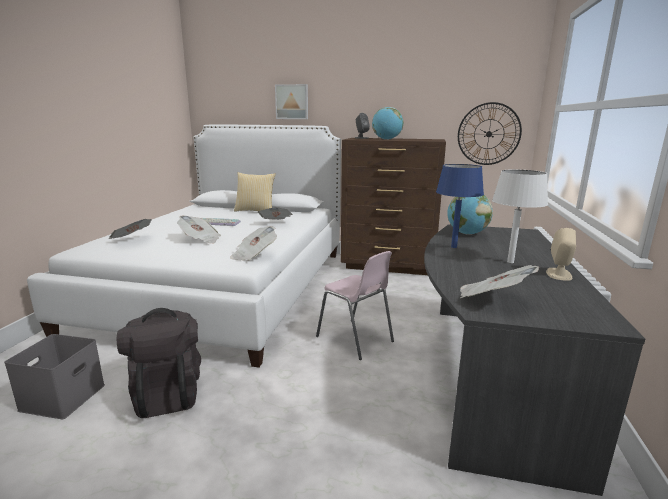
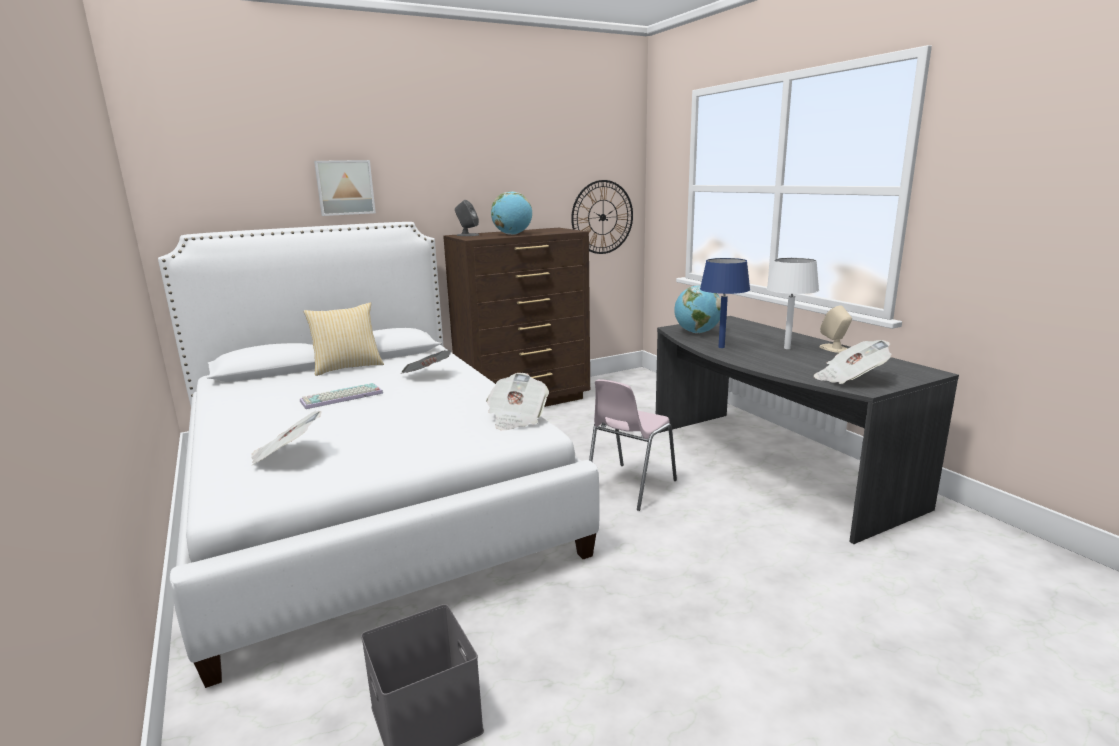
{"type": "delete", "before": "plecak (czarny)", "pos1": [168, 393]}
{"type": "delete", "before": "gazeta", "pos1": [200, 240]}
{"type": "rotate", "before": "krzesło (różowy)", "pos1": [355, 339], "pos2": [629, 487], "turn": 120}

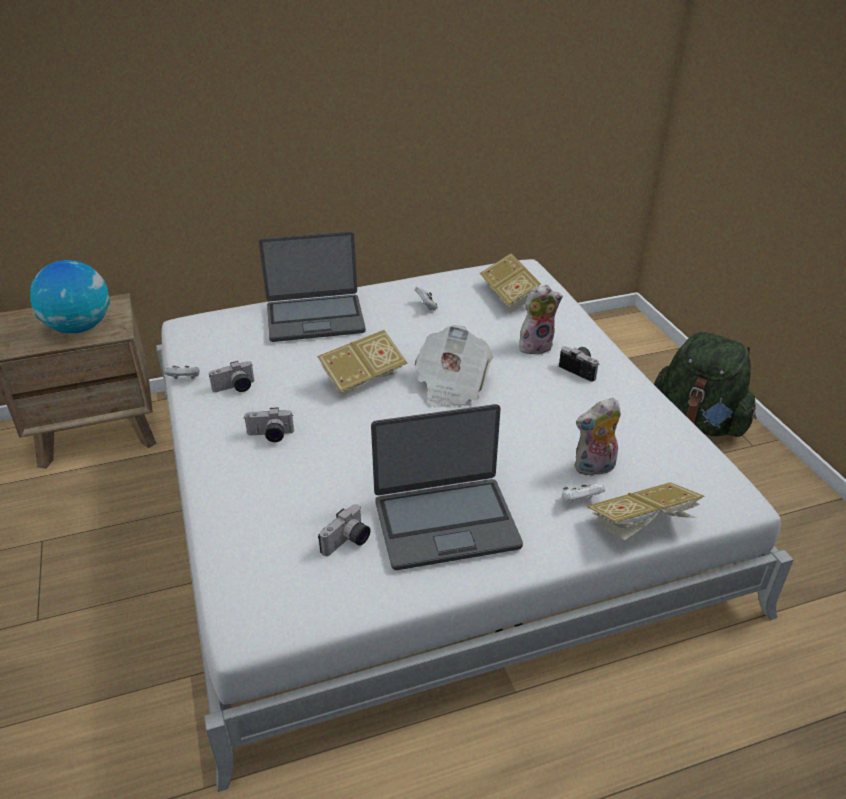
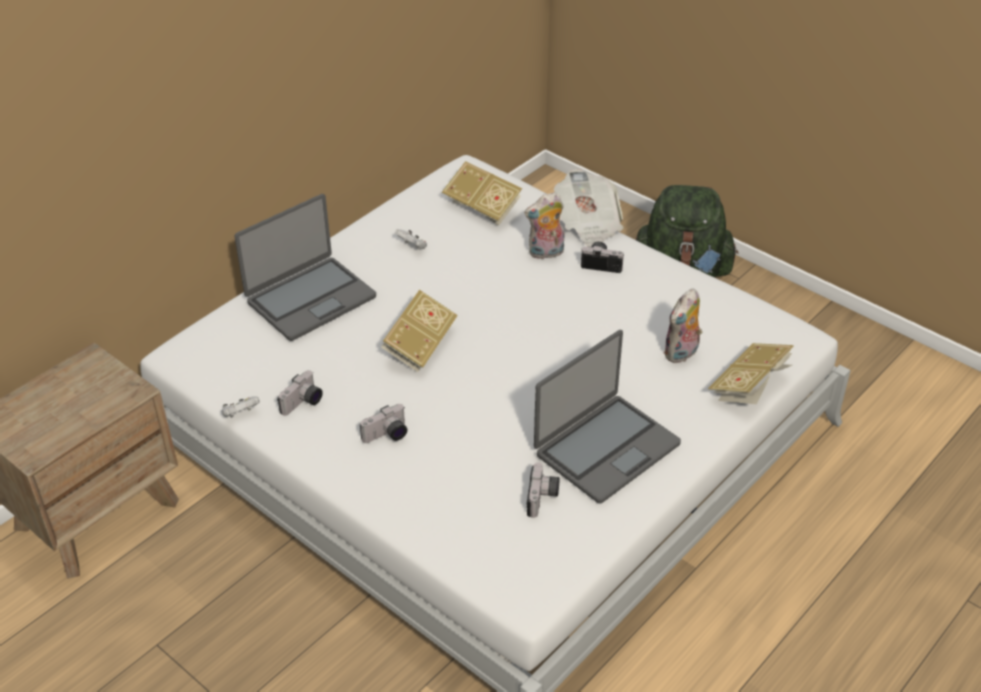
{"type": "delete", "before": "globus", "pos1": [79, 328]}
{"type": "move", "before": "gazeta", "pos1": [451, 385], "pos2": [587, 225]}
{"type": "rotate", "before": "pluszak", "pos1": [535, 345], "pos2": [546, 253], "turn": -150}
{"type": "delete", "before": "pad do gier (biały)", "pos1": [579, 501]}

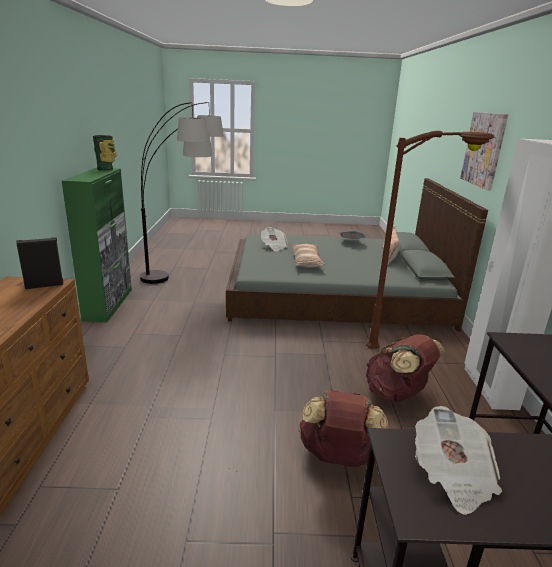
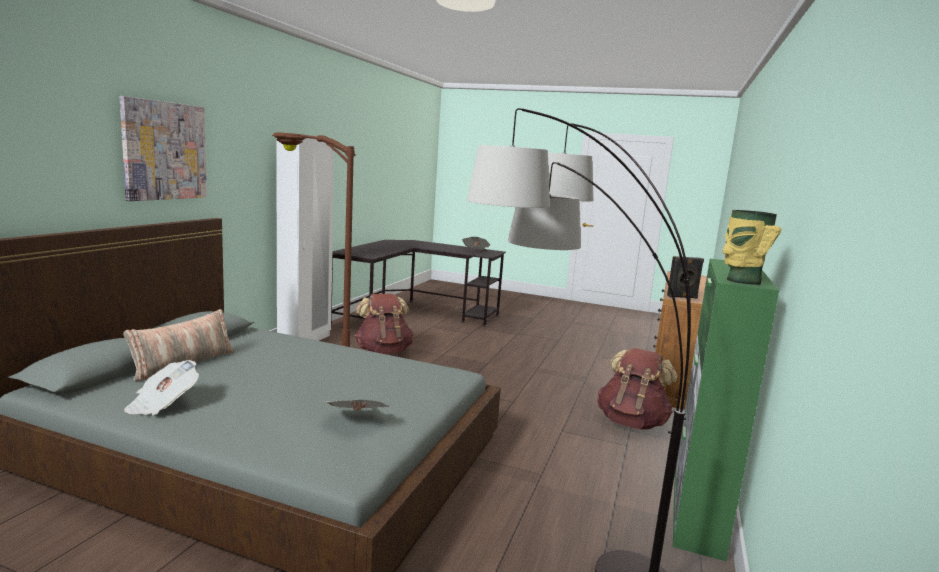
{"type": "delete", "before": "poduszka", "pos1": [306, 261]}
{"type": "move", "before": "plecak (brązowy)", "pos1": [339, 457], "pos2": [632, 422]}

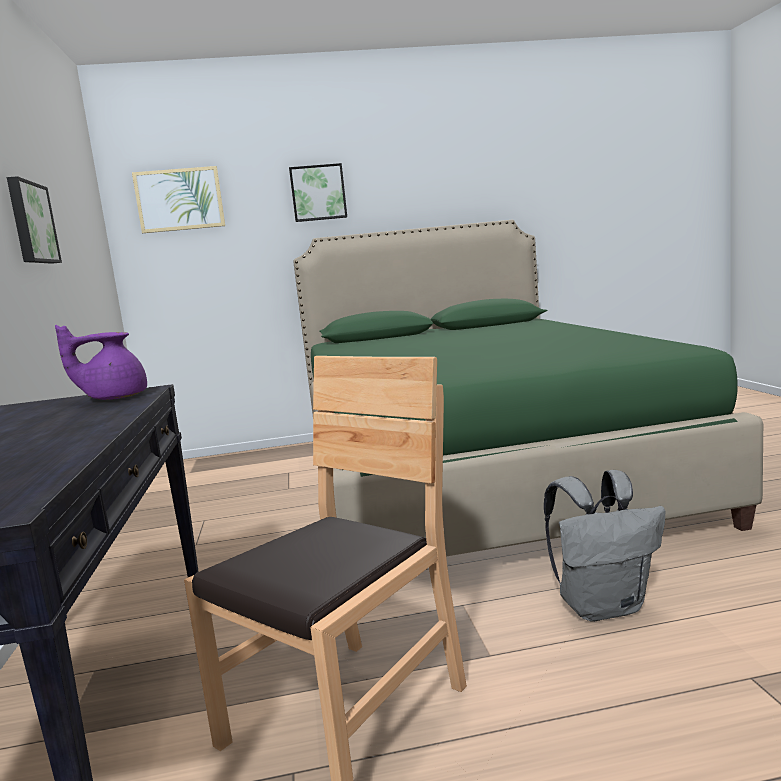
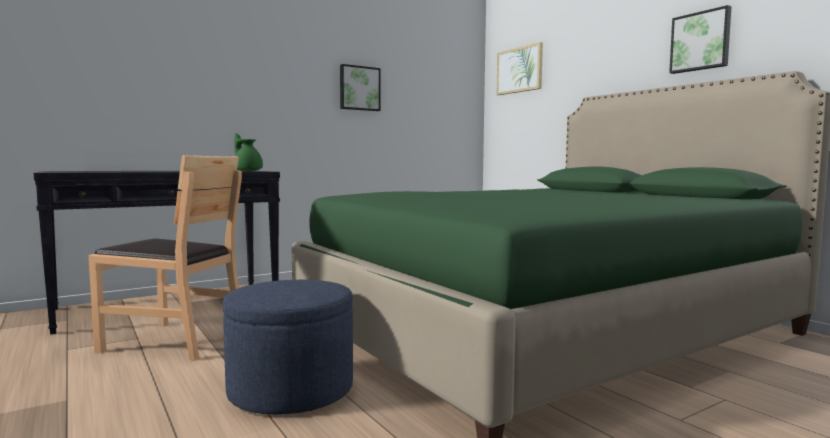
{"type": "recolor", "before": "imbryk (fioletowy)", "after": "imbryk (zielony)", "pos1": [114, 398], "pos2": [247, 171]}
{"type": "move", "before": "obraz", "pos1": [318, 193], "pos2": [700, 41]}
{"type": "replace", "before": "plecak (szary)", "after": "pufa (niebieski)", "pos1": [603, 606], "pos2": [291, 390]}

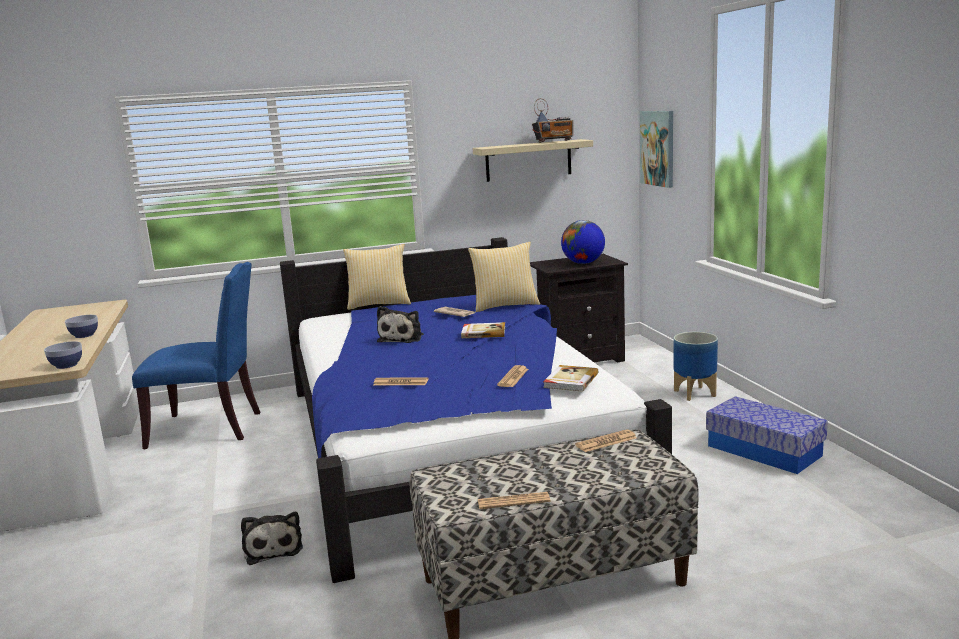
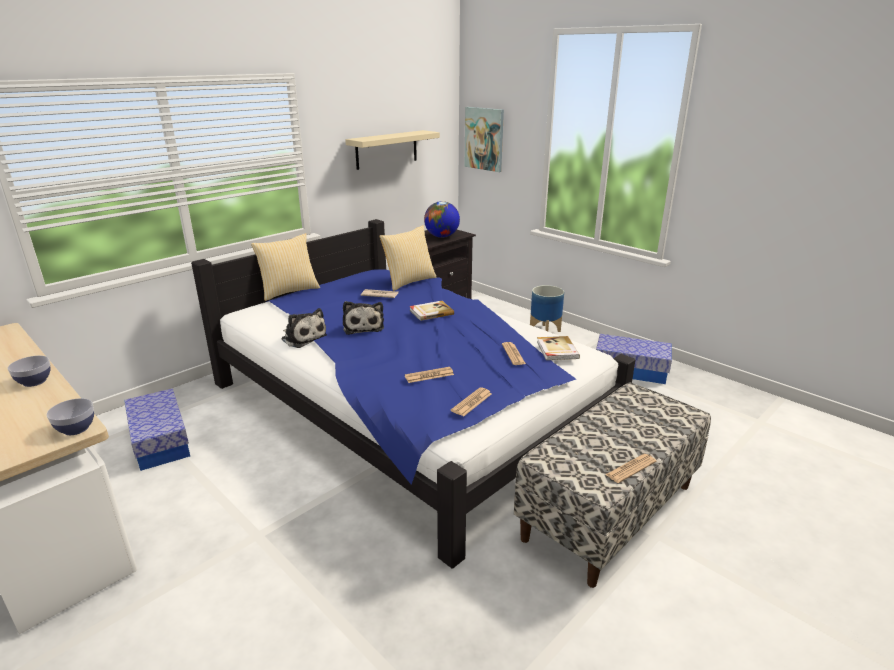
{"type": "replace", "before": "krzesło (niebieski)", "after": "pojemnik do przechowywania", "pos1": [211, 428], "pos2": [160, 441]}
{"type": "move", "before": "pluszak", "pos1": [273, 548], "pos2": [303, 337]}
{"type": "delete", "before": "radio", "pos1": [554, 141]}
{"type": "move", "before": "gazeta", "pos1": [606, 442], "pos2": [471, 402]}

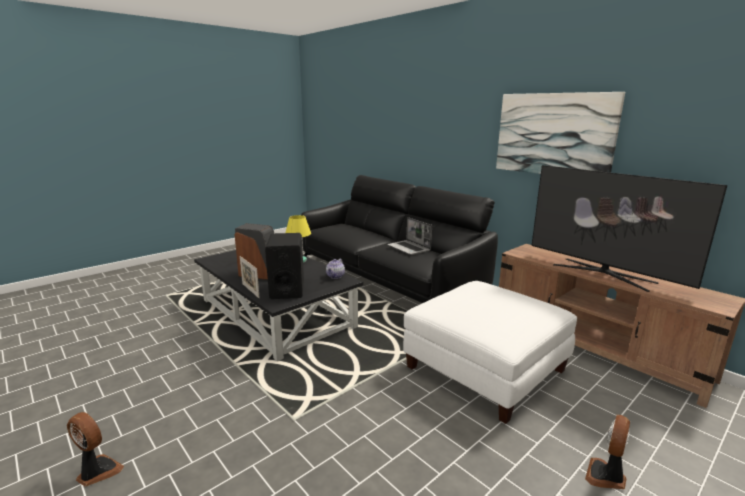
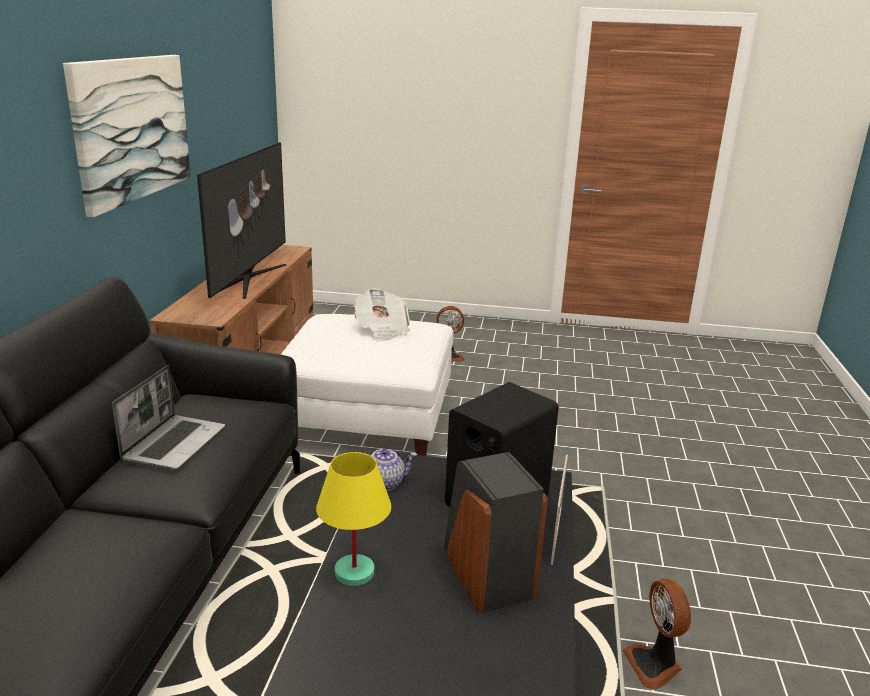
{"type": "move", "before": "wentylator", "pos1": [97, 472], "pos2": [654, 665]}
{"type": "insert", "after": "gazeta", "pos2": [382, 329]}

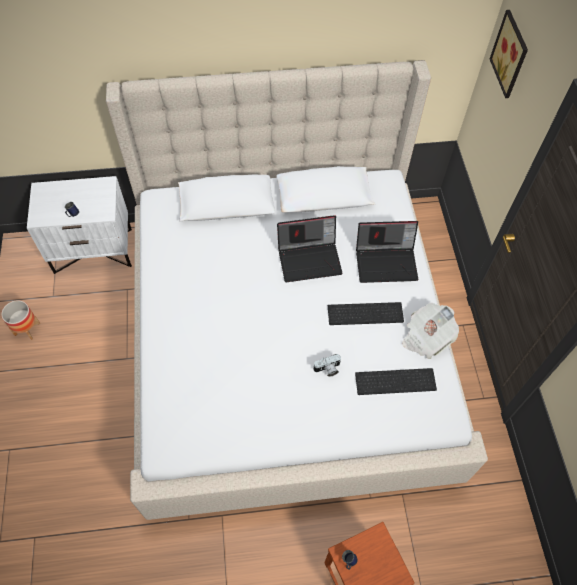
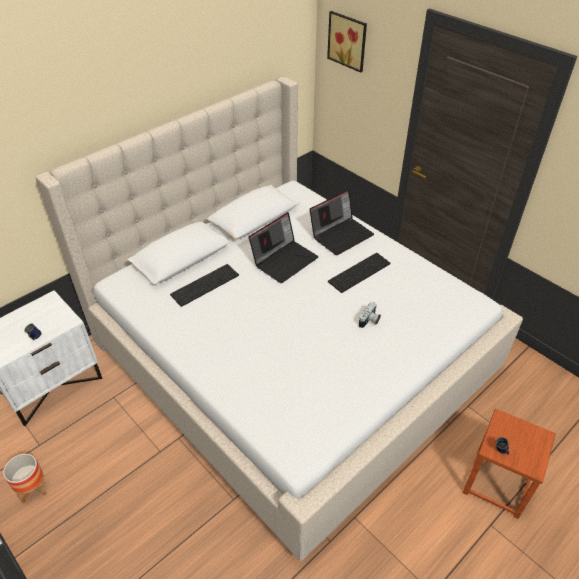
{"type": "move", "before": "klawiatura", "pos1": [396, 380], "pos2": [205, 284]}
{"type": "delete", "before": "gazeta", "pos1": [426, 337]}

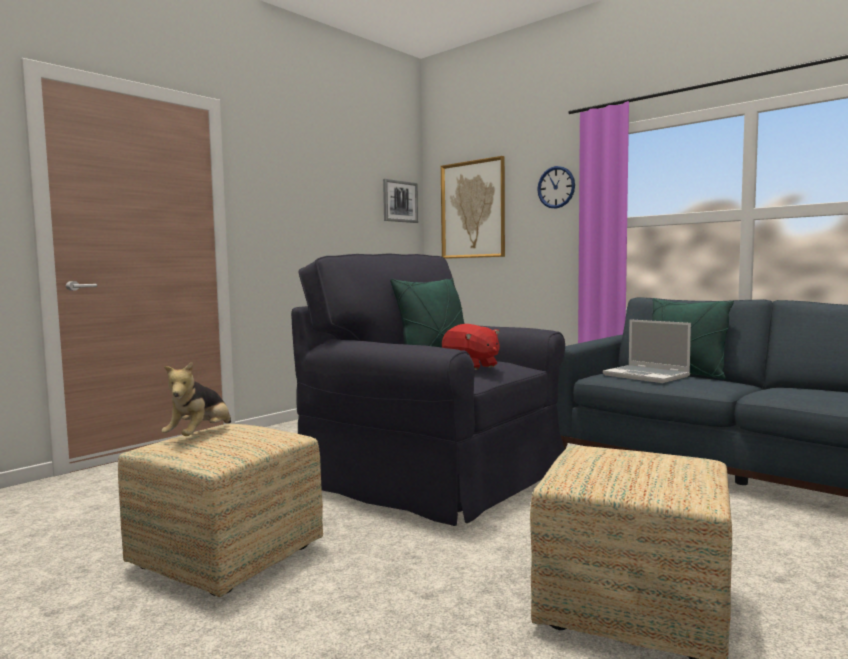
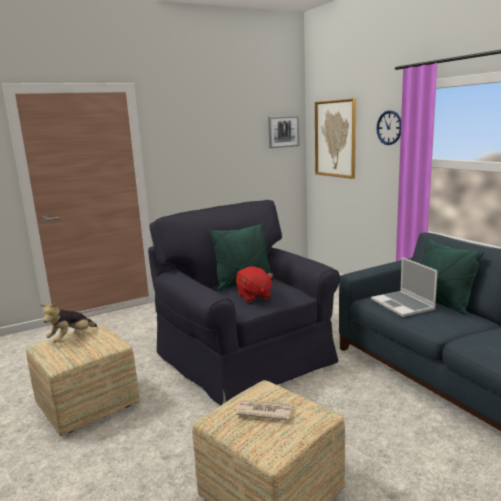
{"type": "insert", "after": "gazeta", "pos2": [264, 412]}

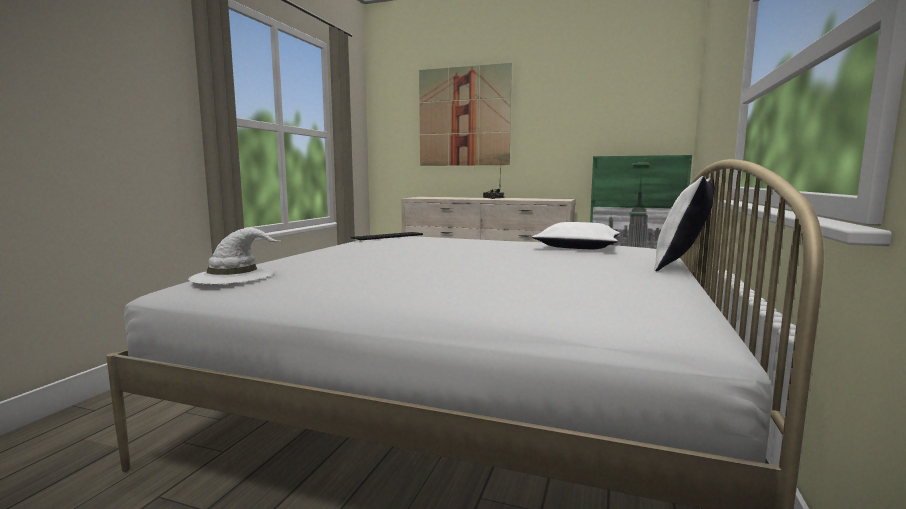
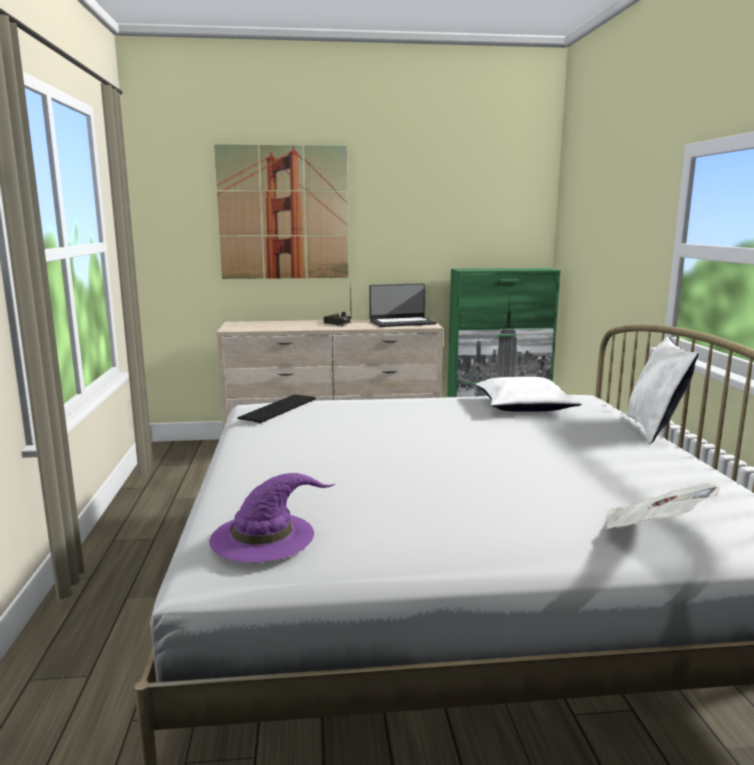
{"type": "recolor", "before": "kapelusz (biały)", "after": "kapelusz (fioletowy)", "pos1": [234, 275], "pos2": [264, 536]}
{"type": "insert", "after": "laptop", "pos2": [402, 322]}
{"type": "insert", "after": "gazeta", "pos2": [652, 532]}

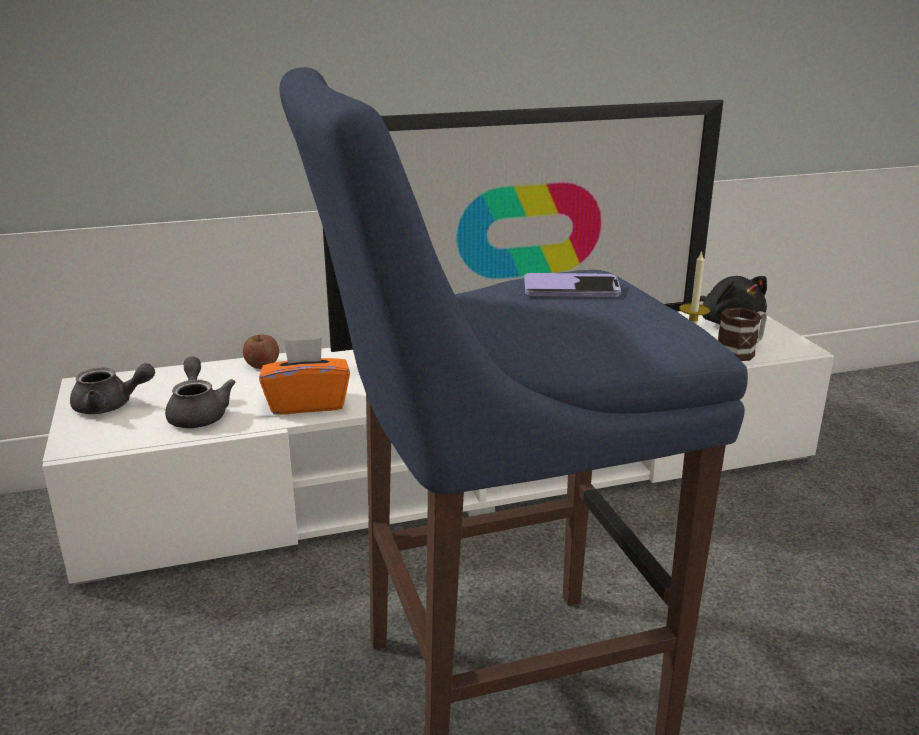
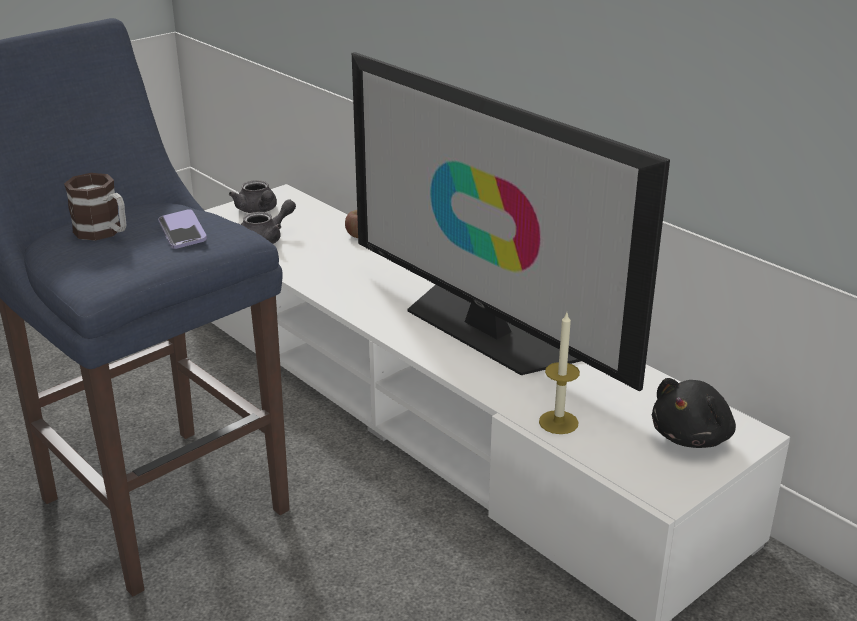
{"type": "delete", "before": "pudełko chusteczek (pomarańczowy)", "pos1": [307, 403]}
{"type": "move", "before": "kubek", "pos1": [741, 352], "pos2": [104, 233]}

